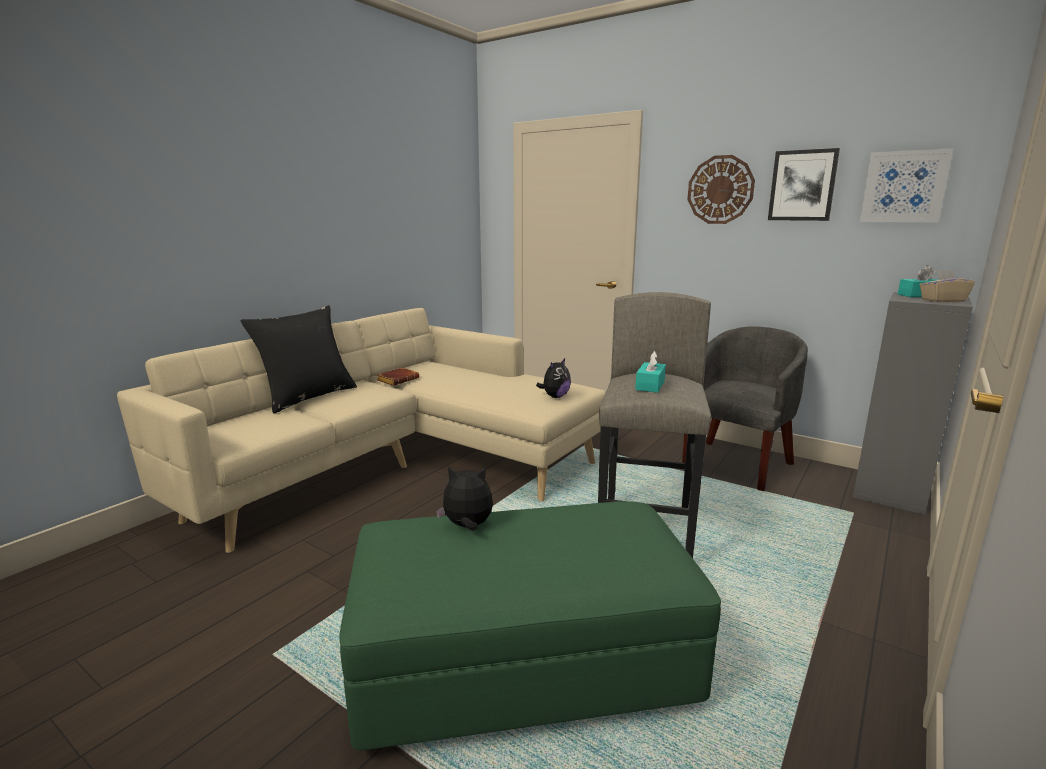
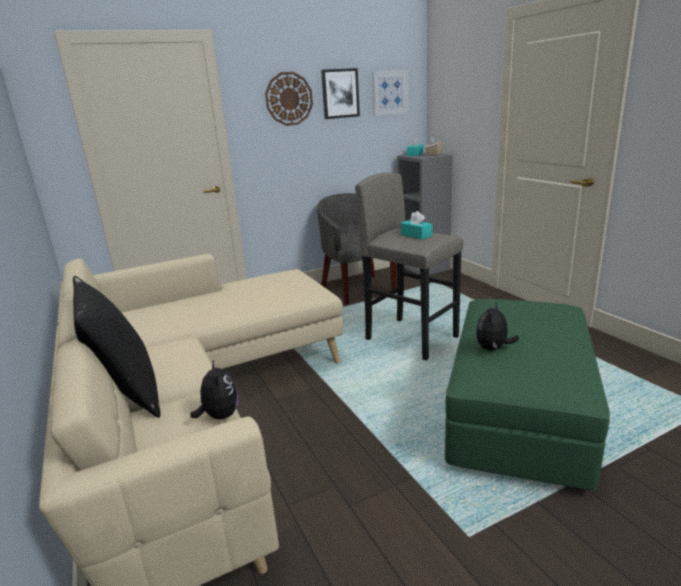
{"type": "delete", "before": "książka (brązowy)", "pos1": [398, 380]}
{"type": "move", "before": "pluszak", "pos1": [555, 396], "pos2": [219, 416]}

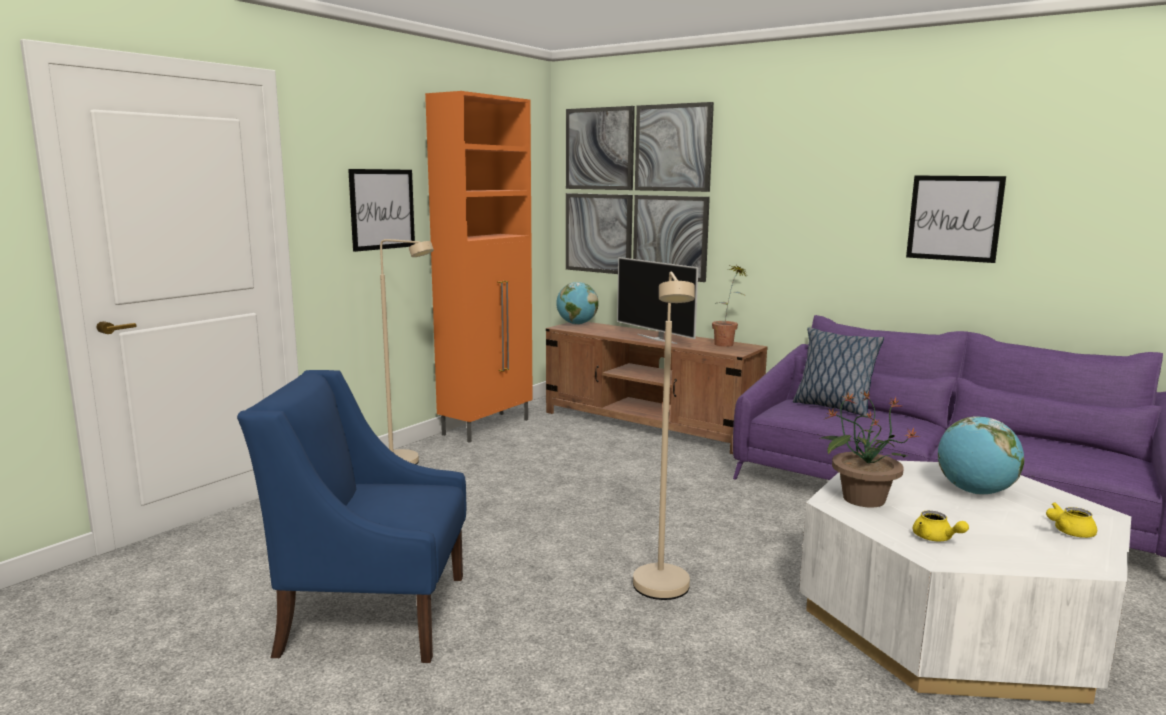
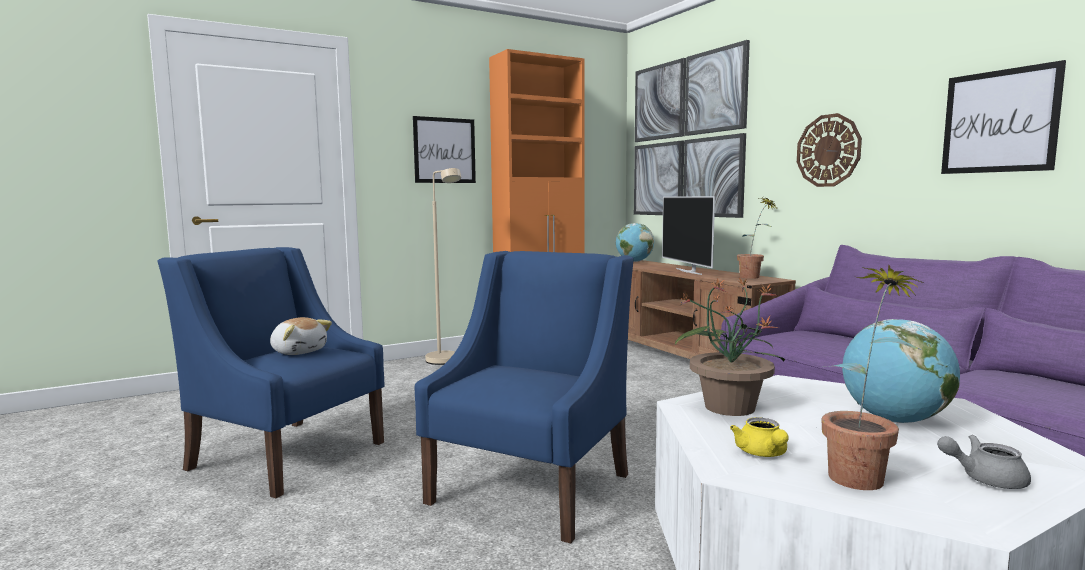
{"type": "replace", "before": "lampa stojąca (beżowy)", "after": "fotel (niebieski)", "pos1": [662, 594], "pos2": [532, 487]}
{"type": "delete", "before": "poduszka", "pos1": [832, 407]}
{"type": "recolor", "before": "imbryk (żółty)", "after": "imbryk (szary)", "pos1": [1068, 532], "pos2": [984, 479]}
{"type": "insert", "after": "pluszak", "pos2": [299, 351]}
{"type": "insert", "after": "zegar ścienny", "pos2": [828, 150]}
{"type": "insert", "after": "roślina doniczkowa", "pos2": [863, 474]}

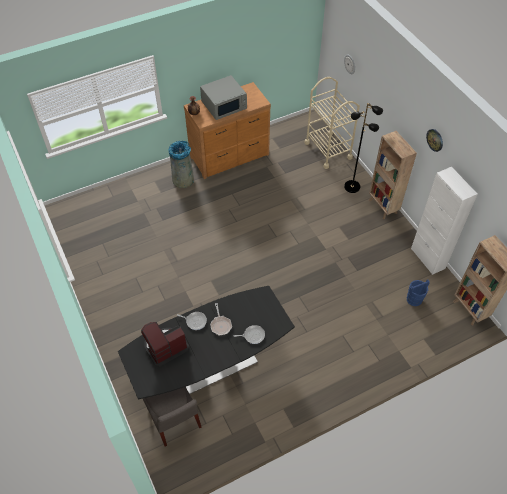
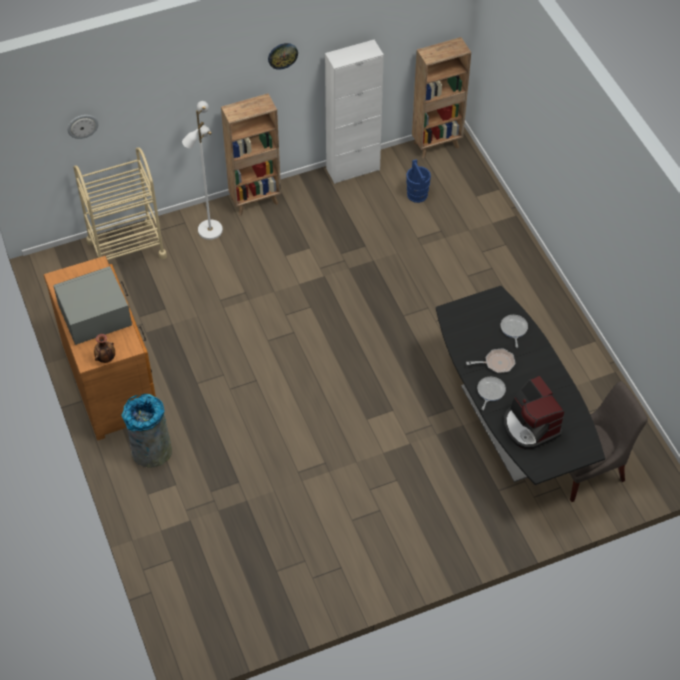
{"type": "rotate", "before": "mikrofalówka (szary)", "pos1": [224, 105], "pos2": [94, 316], "turn": -90}
{"type": "recolor", "before": "lampa stojąca (czarny)", "after": "lampa stojąca (biały)", "pos1": [352, 186], "pos2": [209, 230]}

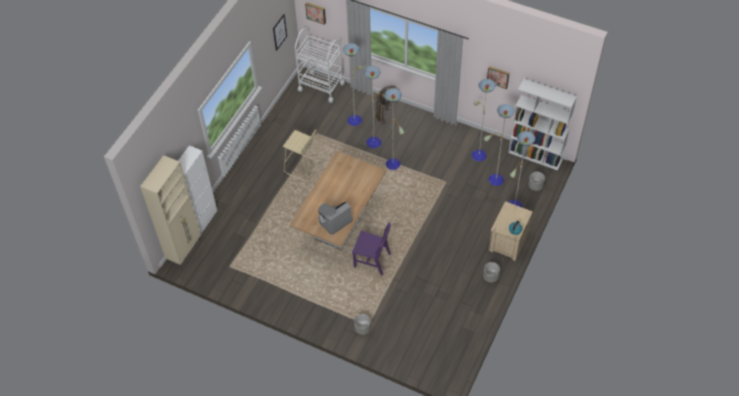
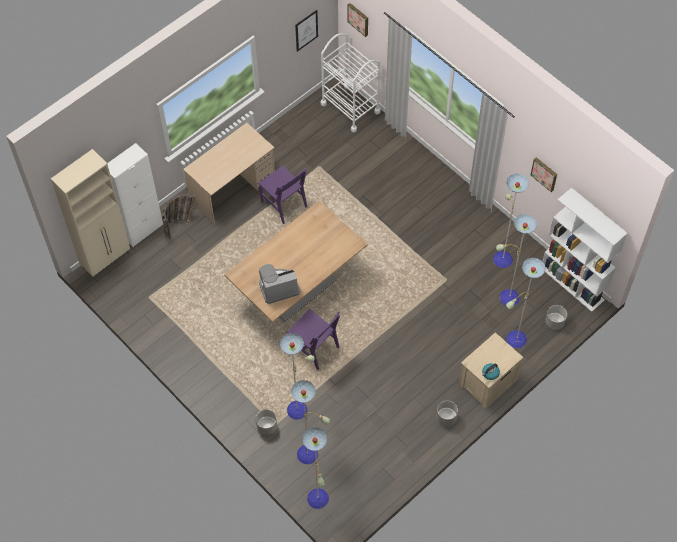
{"type": "replace", "before": "stołek (beżowy)", "after": "krzesło (fioletowy)", "pos1": [303, 168], "pos2": [284, 204]}
{"type": "move", "before": "lampa stojąca", "pos1": [375, 141], "pos2": [309, 454]}
{"type": "move", "before": "koszyk", "pos1": [385, 113], "pos2": [180, 225]}
{"type": "insert", "after": "biurko (beżowy)", "pos2": [232, 188]}

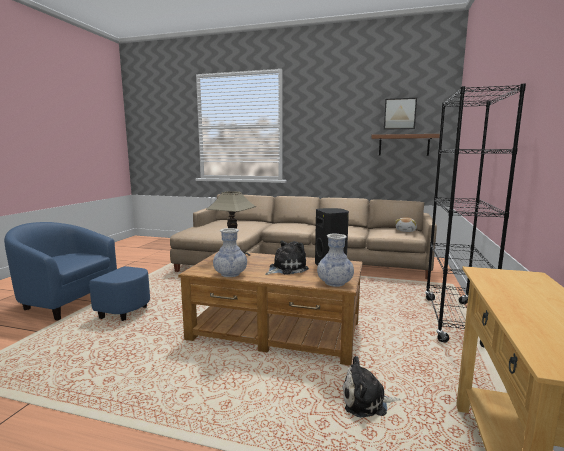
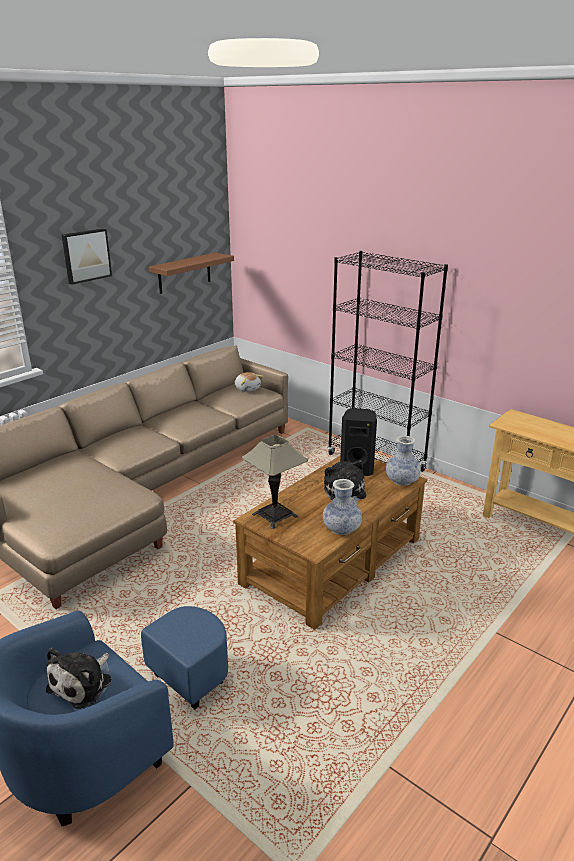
{"type": "move", "before": "pluszak", "pos1": [367, 401], "pos2": [83, 683]}
{"type": "move", "before": "obraz", "pos1": [399, 114], "pos2": [86, 255]}

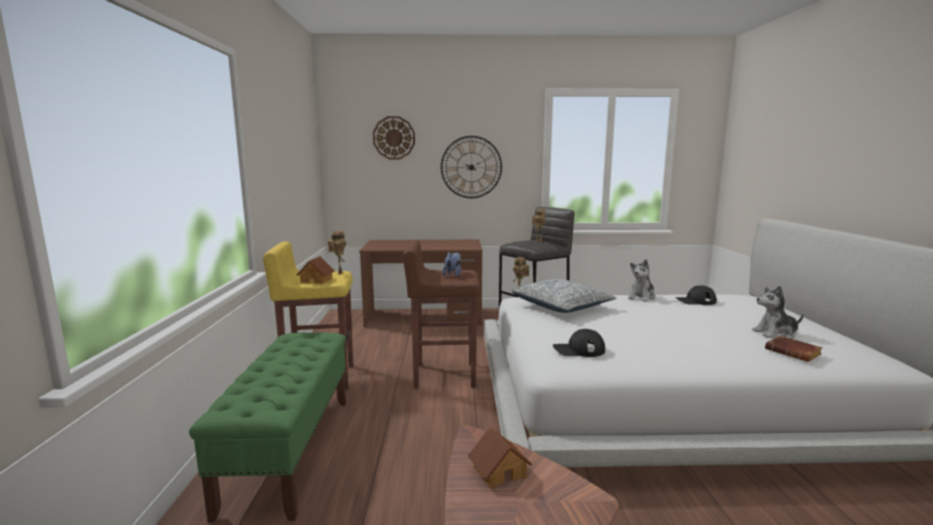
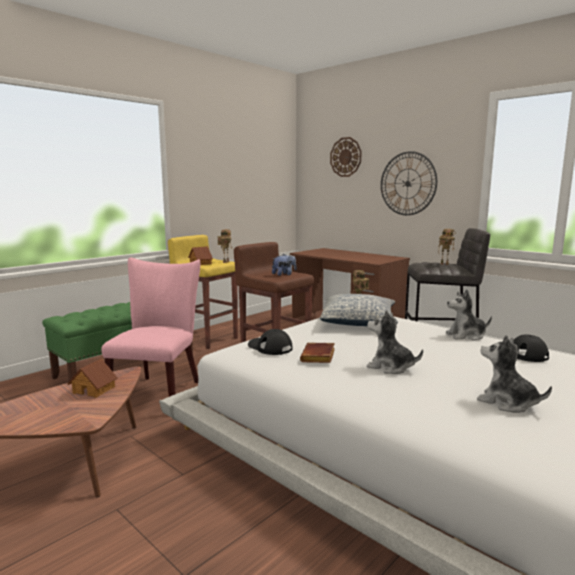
{"type": "move", "before": "książka (brązowy)", "pos1": [794, 353], "pos2": [319, 357]}
{"type": "insert", "after": "krzesło (różowy)", "pos2": [160, 392]}
{"type": "insert", "after": "pluszak", "pos2": [390, 367]}

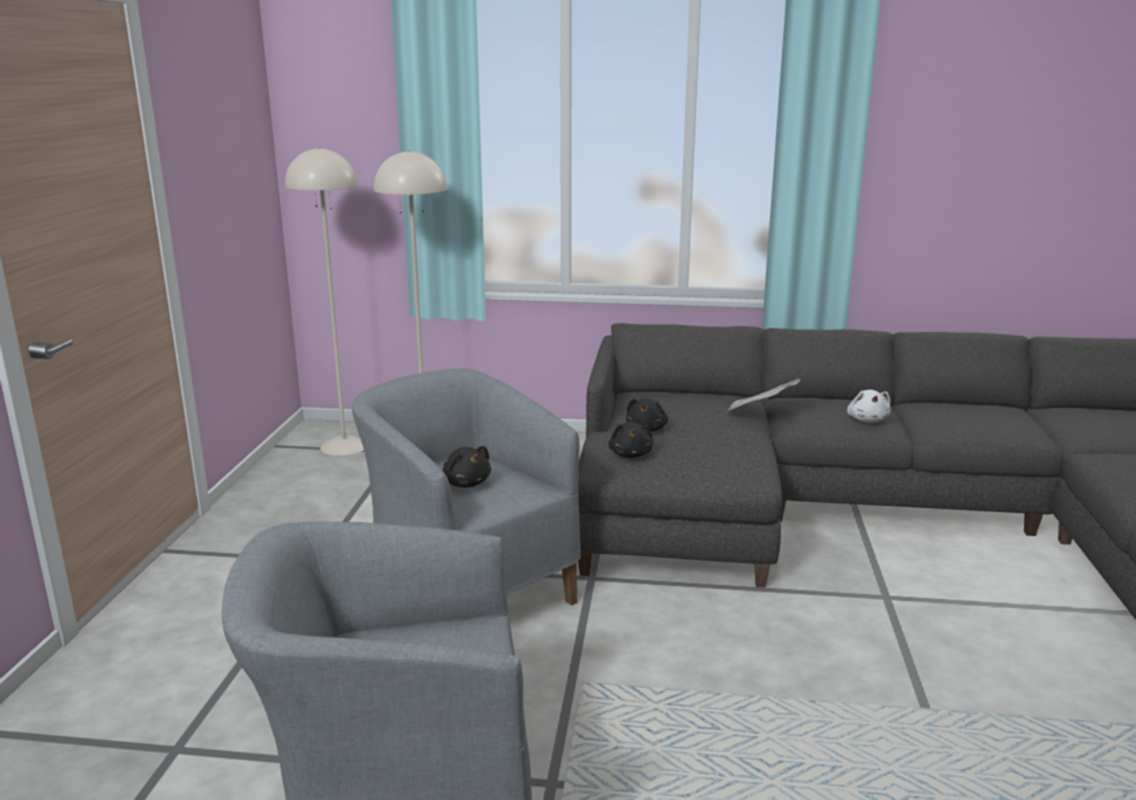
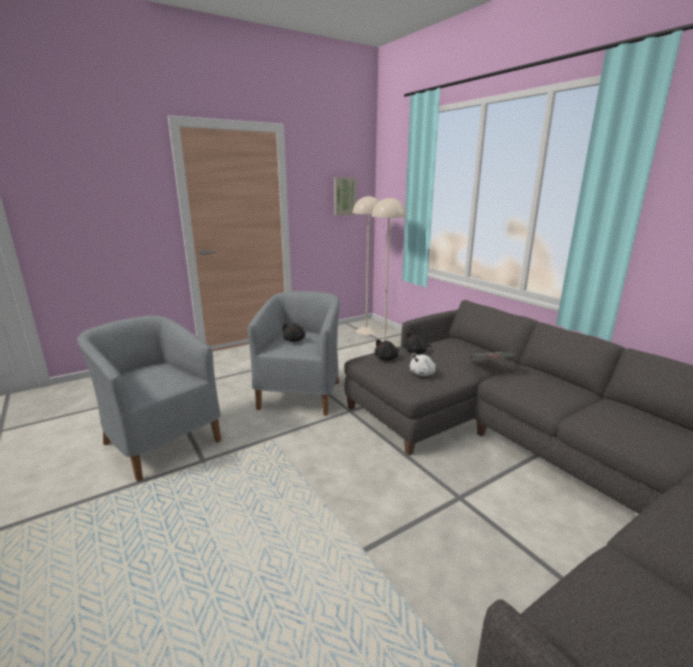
{"type": "move", "before": "pluszak (biały)", "pos1": [867, 420], "pos2": [423, 374]}
{"type": "insert", "after": "obraz", "pos2": [344, 196]}

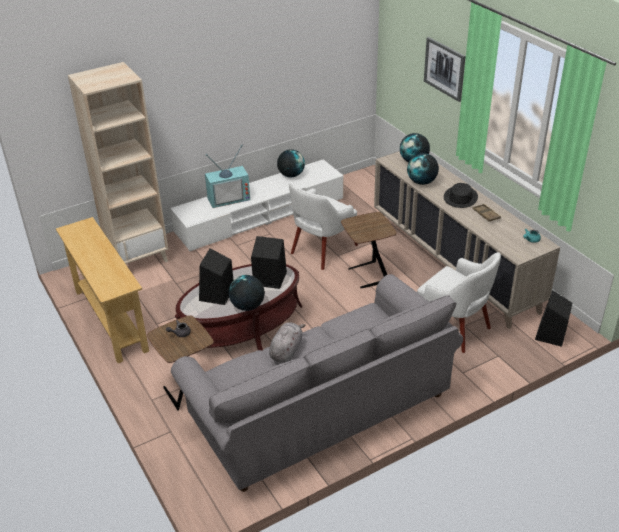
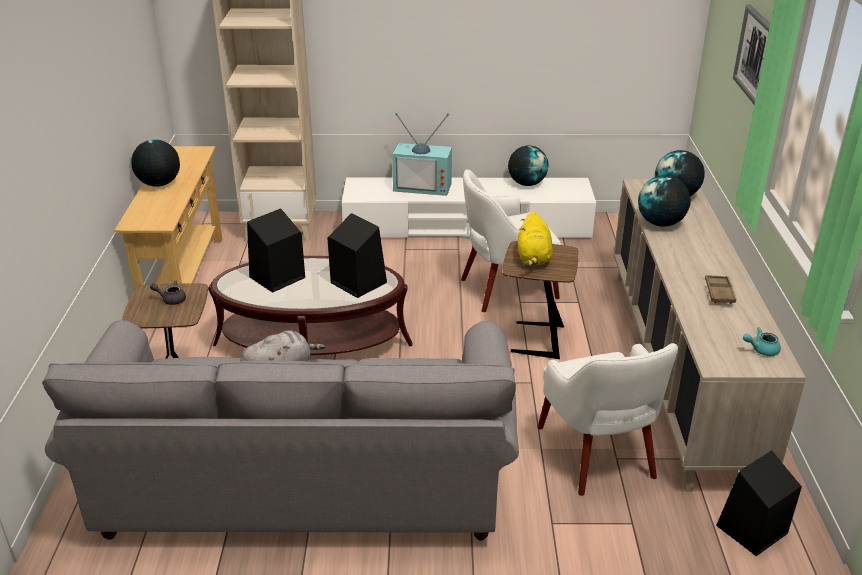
{"type": "move", "before": "globus", "pos1": [247, 306], "pos2": [159, 184]}
{"type": "delete", "before": "kapelusz (czarny)", "pos1": [460, 198]}
{"type": "insert", "after": "pluszak (żółty)", "pos2": [533, 258]}

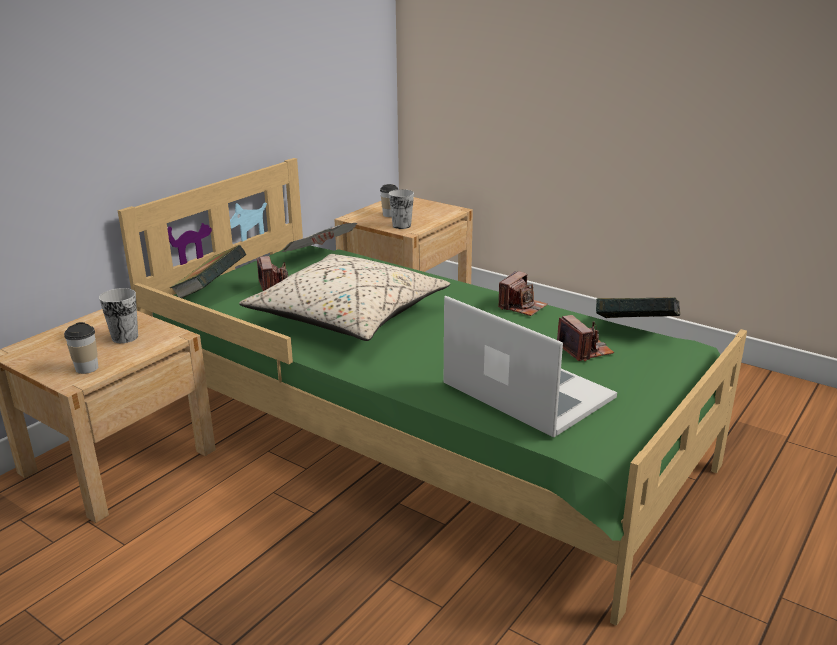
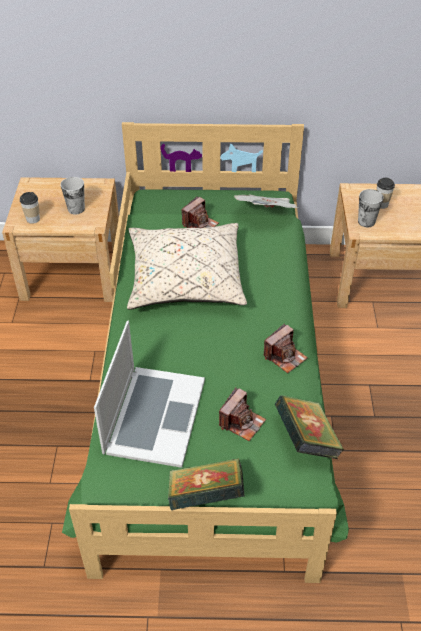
{"type": "move", "before": "książka", "pos1": [211, 292], "pos2": [206, 496]}
{"type": "rotate", "before": "aparat fotograficzny", "pos1": [522, 306], "pos2": [285, 357], "turn": -45}

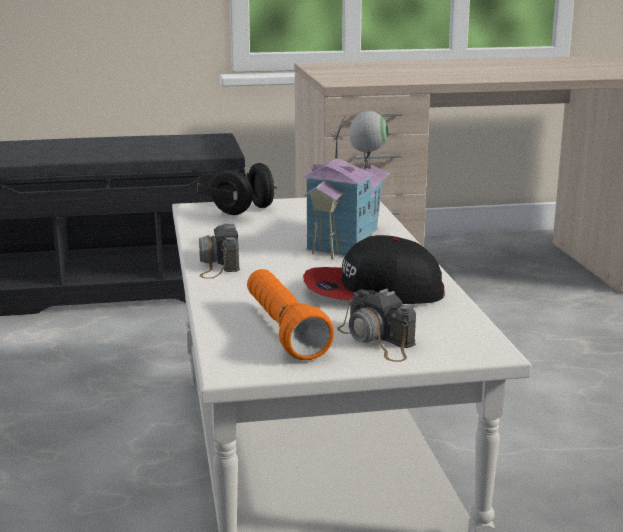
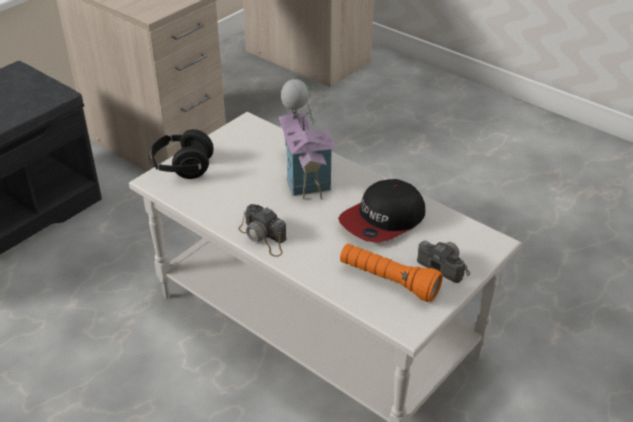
{"type": "rotate", "before": "aparat fotograficzny", "pos1": [377, 340], "pos2": [440, 263], "turn": -150}

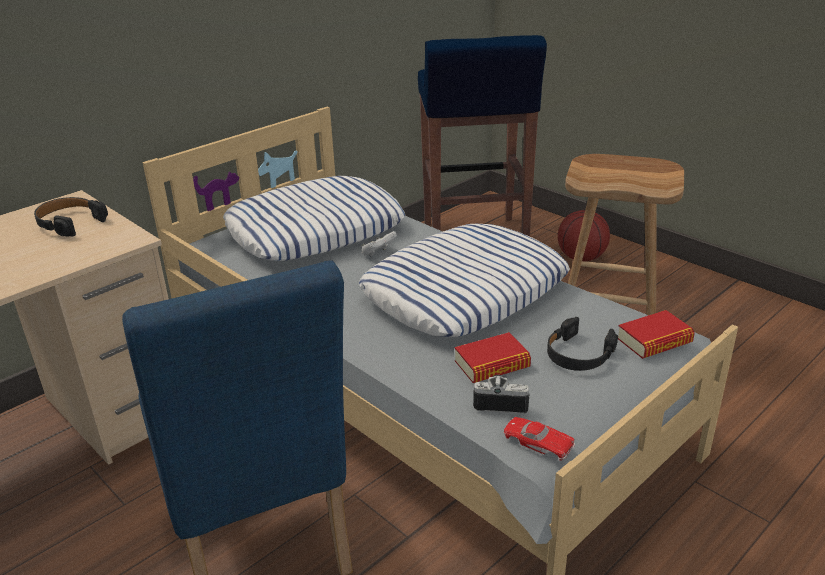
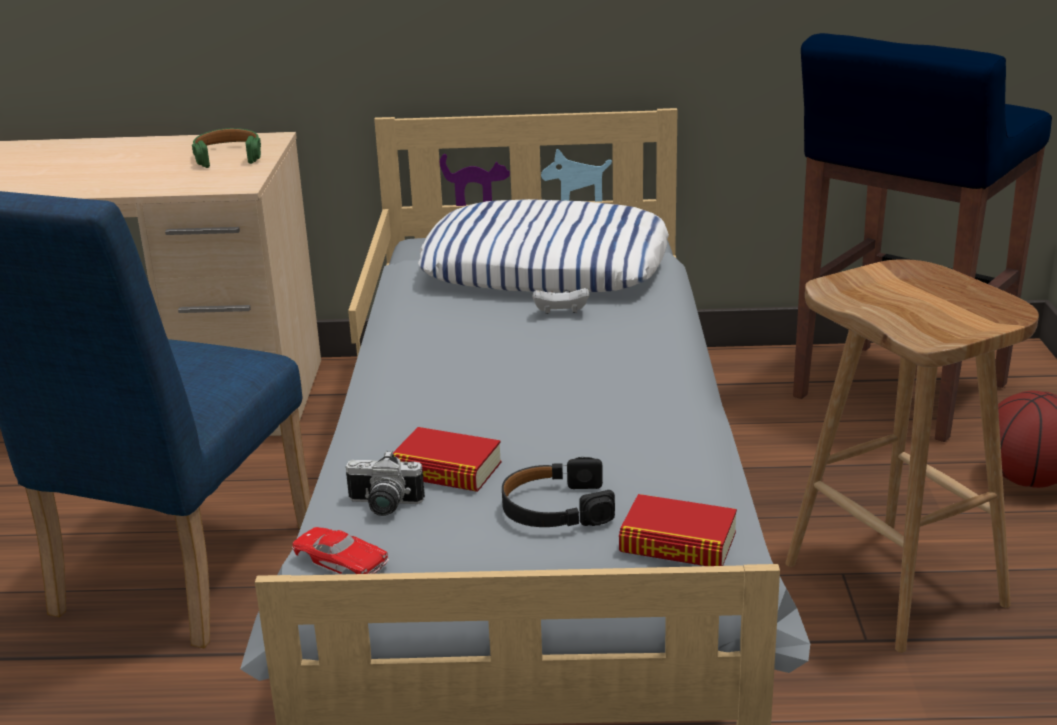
{"type": "recolor", "before": "słuchawki (czarny)", "after": "słuchawki (zielony)", "pos1": [70, 223], "pos2": [228, 156]}
{"type": "delete", "before": "poduszka", "pos1": [465, 291]}
{"type": "rotate", "before": "aparat fotograficzny", "pos1": [501, 402], "pos2": [383, 506], "turn": 135}
{"type": "rotate", "before": "samochodzik (czerwony)", "pos1": [538, 442], "pos2": [340, 559], "turn": -45}

